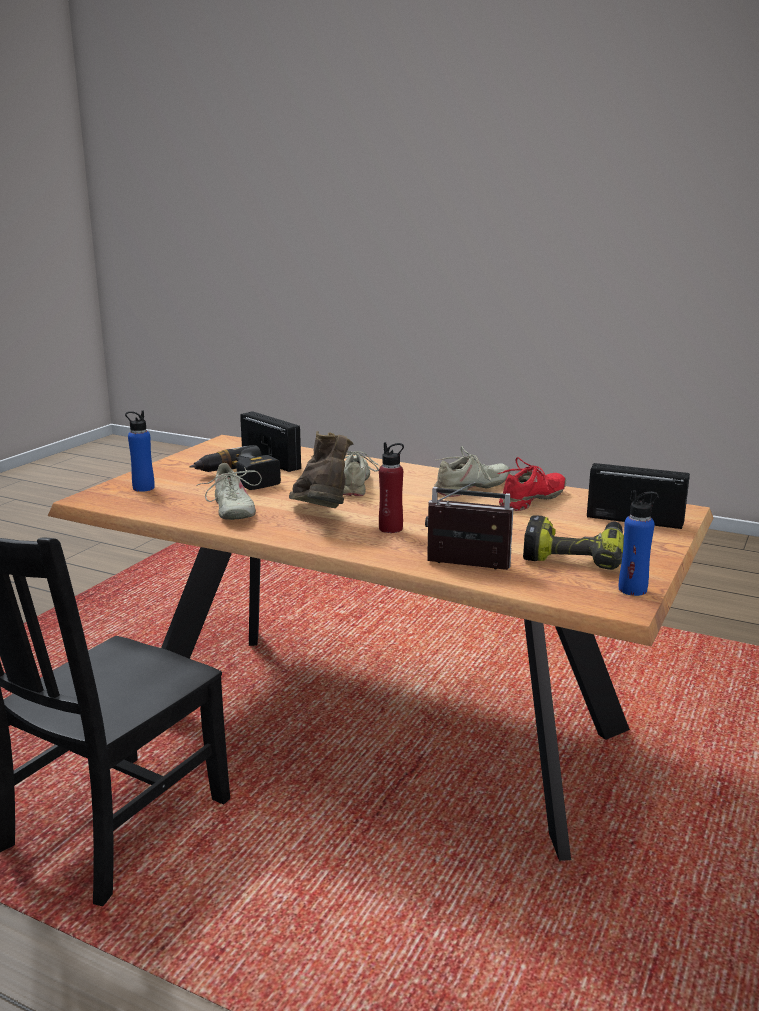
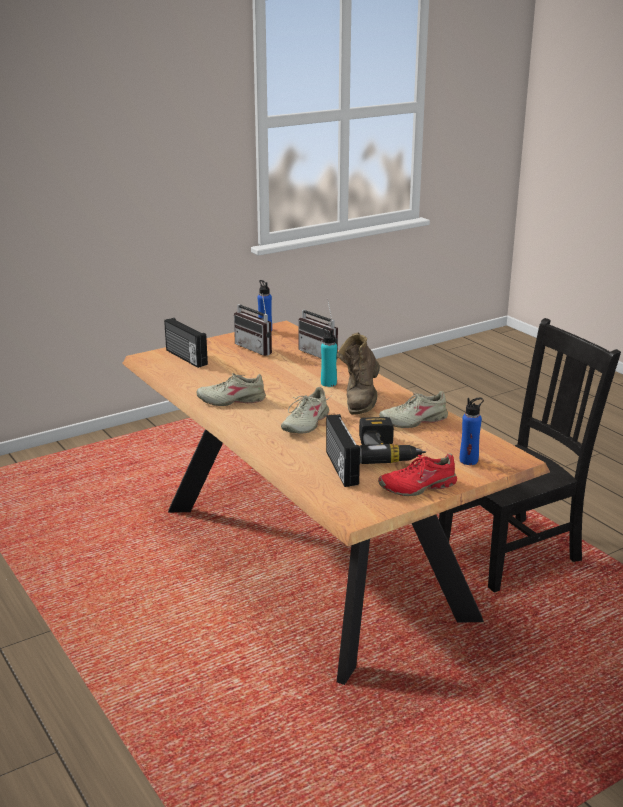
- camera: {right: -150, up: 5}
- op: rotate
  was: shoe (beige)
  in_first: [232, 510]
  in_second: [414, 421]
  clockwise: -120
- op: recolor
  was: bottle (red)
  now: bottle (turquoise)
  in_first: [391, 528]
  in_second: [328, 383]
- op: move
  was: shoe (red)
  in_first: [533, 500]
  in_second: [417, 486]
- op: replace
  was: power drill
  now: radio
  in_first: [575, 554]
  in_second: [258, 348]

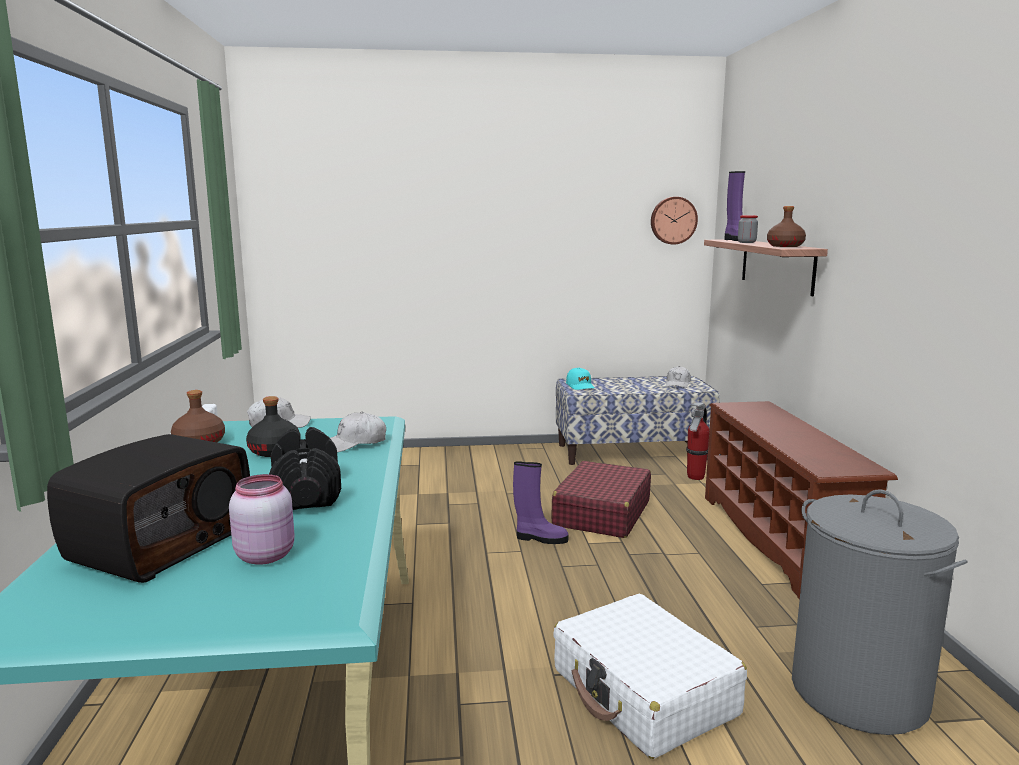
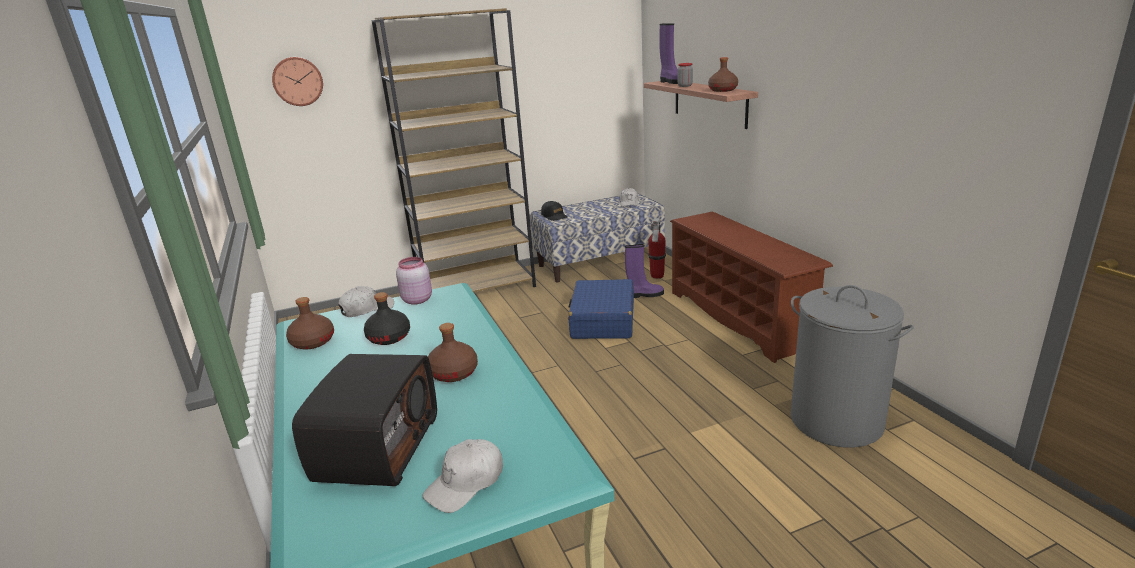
- camera: {right: -15, up: 10}
- op: move
  was: jar (pink)
  in_first: [265, 555]
  in_second: [417, 300]
- op: replace
  was: dumbbell (black)
  now: bottle (brown)
  in_first: [307, 492]
  in_second: [454, 373]
- op: move
  was: cap (white)
  in_first: [355, 443]
  in_second: [466, 484]
- op: move
  was: boot (purple)
  in_first: [540, 538]
  in_second: [644, 295]
- op: recolor
  was: suitcase (red)
  now: suitcase (blue)
  in_first: [601, 513]
  in_second: [603, 321]
- op: delete
  was: suitcase (white)
  in_first: [644, 692]
- op: recolor
  was: cap (turquoise)
  now: cap (black)
  in_first: [580, 386]
  in_second: [554, 216]
- op: move
  was: wall clock
  in_first: [673, 220]
  in_second: [297, 81]
- op: insert
  now: bookcase (brown)
  in_second: [477, 288]

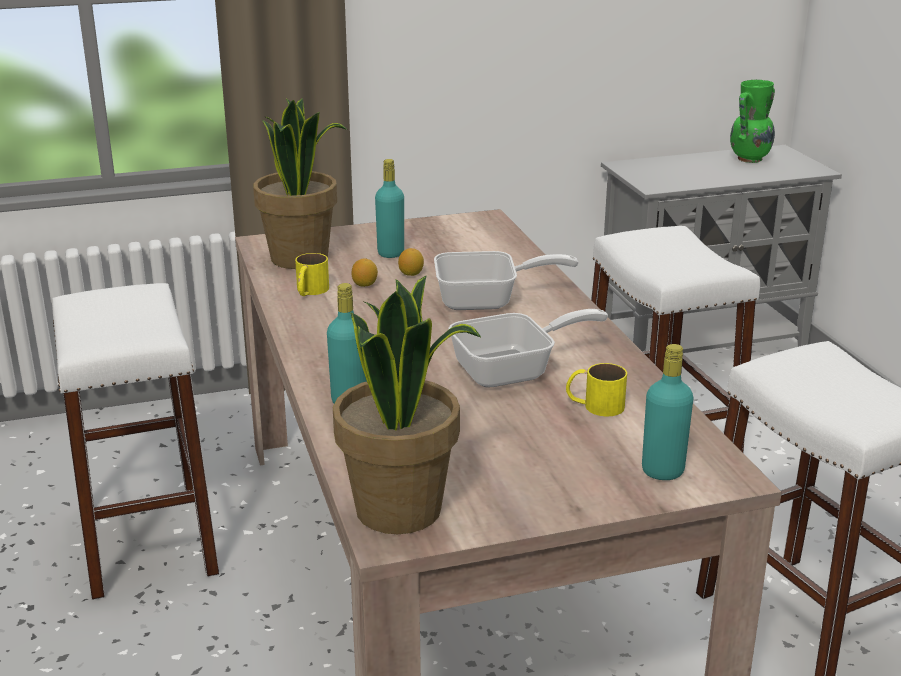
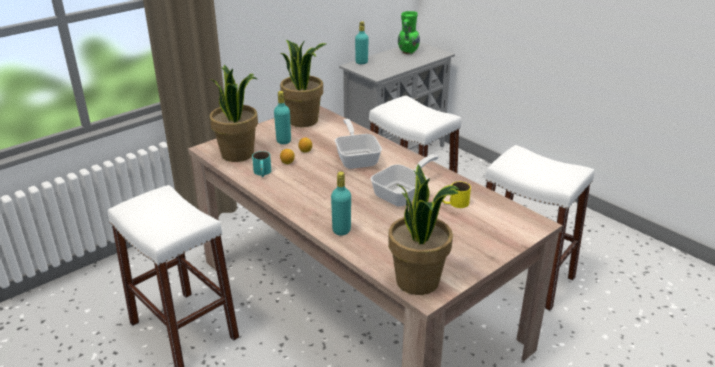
- camera: {right: -25, up: 5}
- op: recolor
  was: mug (yellow)
  now: mug (turquoise)
  in_first: [310, 291]
  in_second: [262, 173]
- op: rotate
  was: frying pan
  in_first: [487, 301]
  in_second: [357, 158]
  clockwise: -75
- op: move
  was: bottle (turquoise)
  in_first: [662, 471]
  in_second: [361, 62]
- op: insert
  now: potted plant
  in_second: [304, 120]

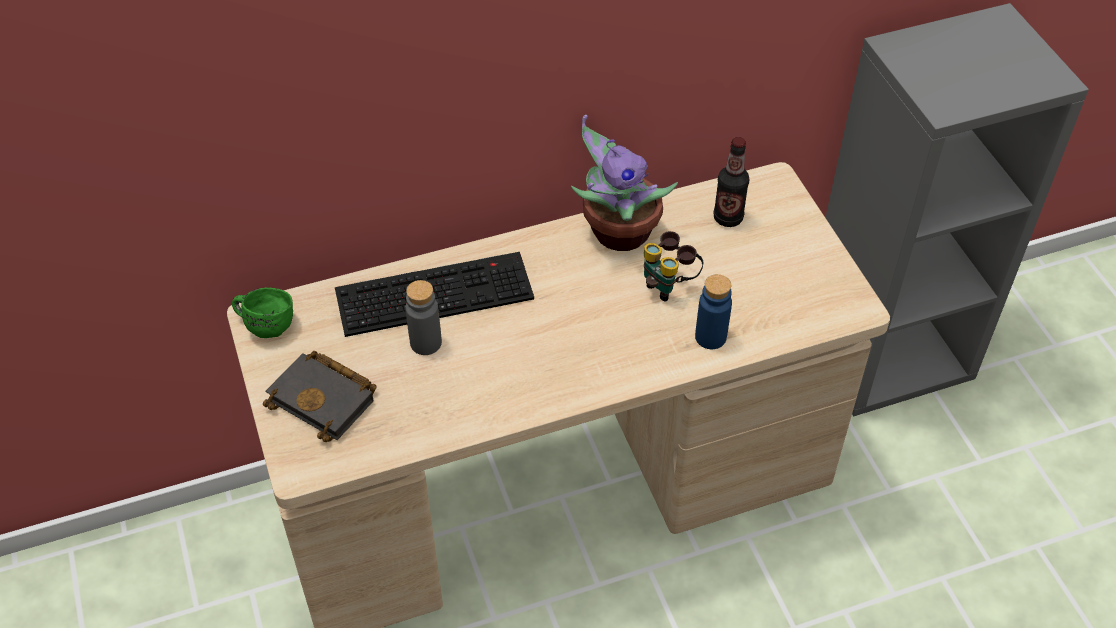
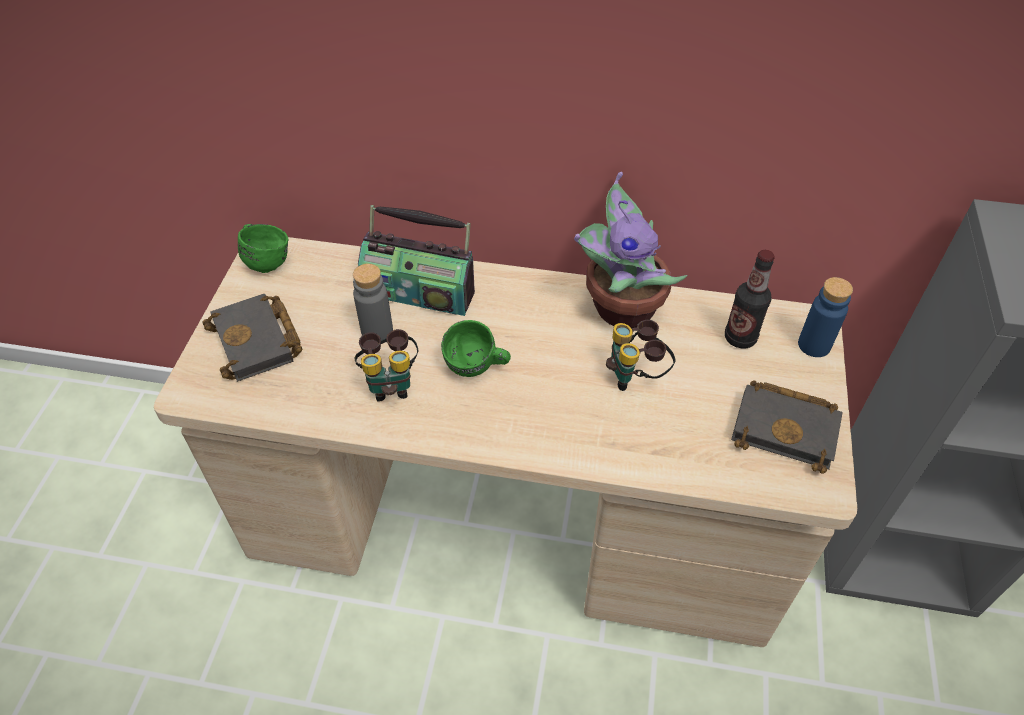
- camera: {right: 30, up: 0}
- op: replace
  was: keyboard
  now: radio
  in_first: [436, 292]
  in_second: [420, 292]
- op: move
  was: bottle (blue)
  in_first: [710, 337]
  in_second: [814, 345]
- op: insert
  now: binoculars
  in_second: [390, 383]
- op: insert
  now: mug (green)
  in_second: [476, 369]
- op: insert
  now: book (black)
  in_second: [787, 429]

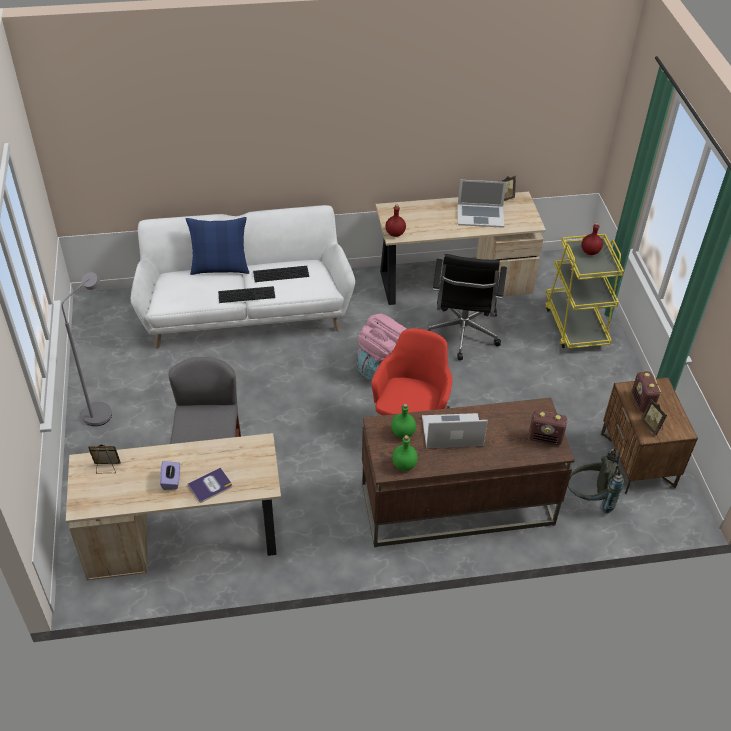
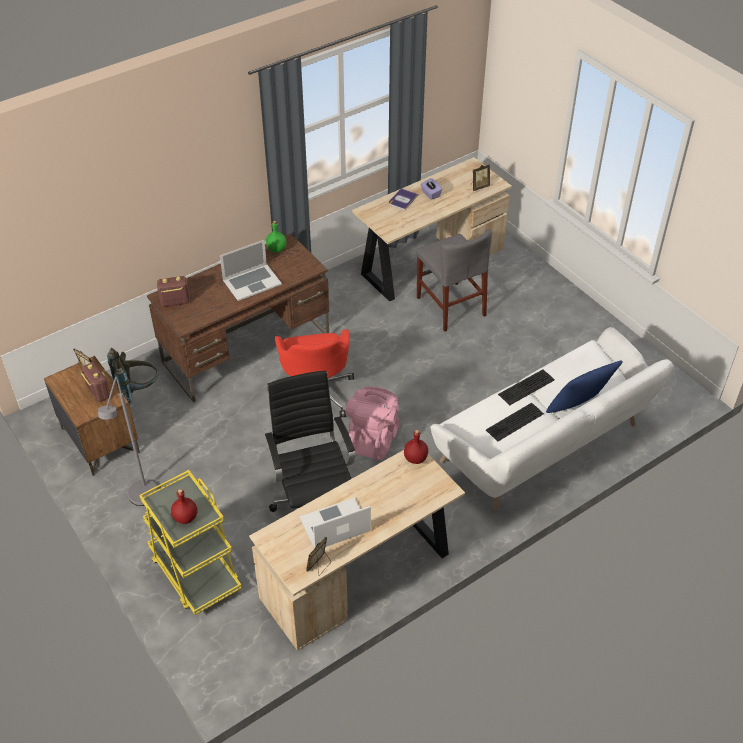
- camera: {right: 155, up: 0}
- op: move
  was: floor lamp (grey)
  in_first: [102, 409]
  in_second: [142, 501]
- op: delete
  was: bottle (green)
  in_first: [403, 433]

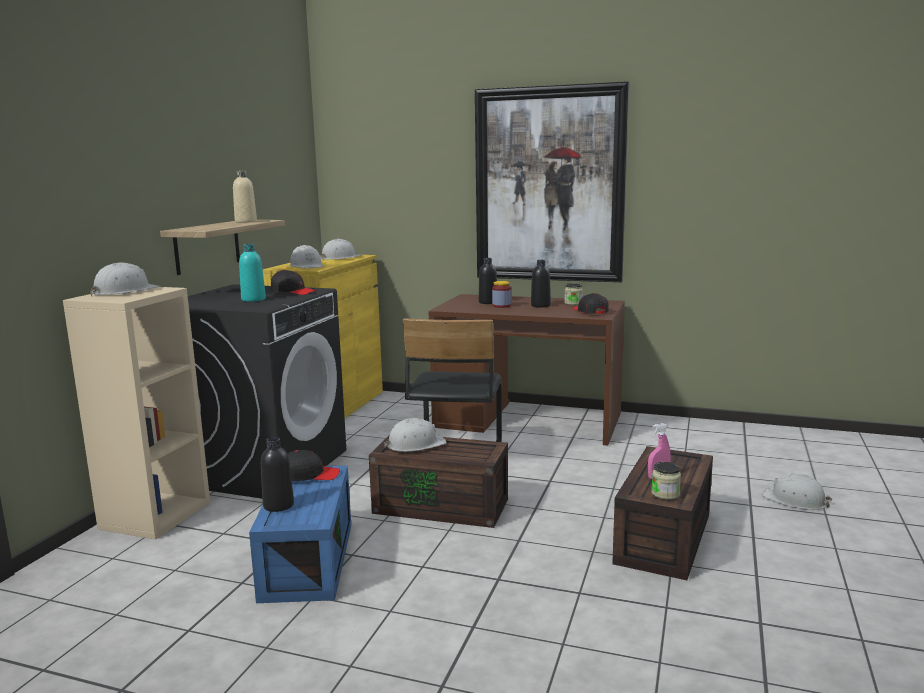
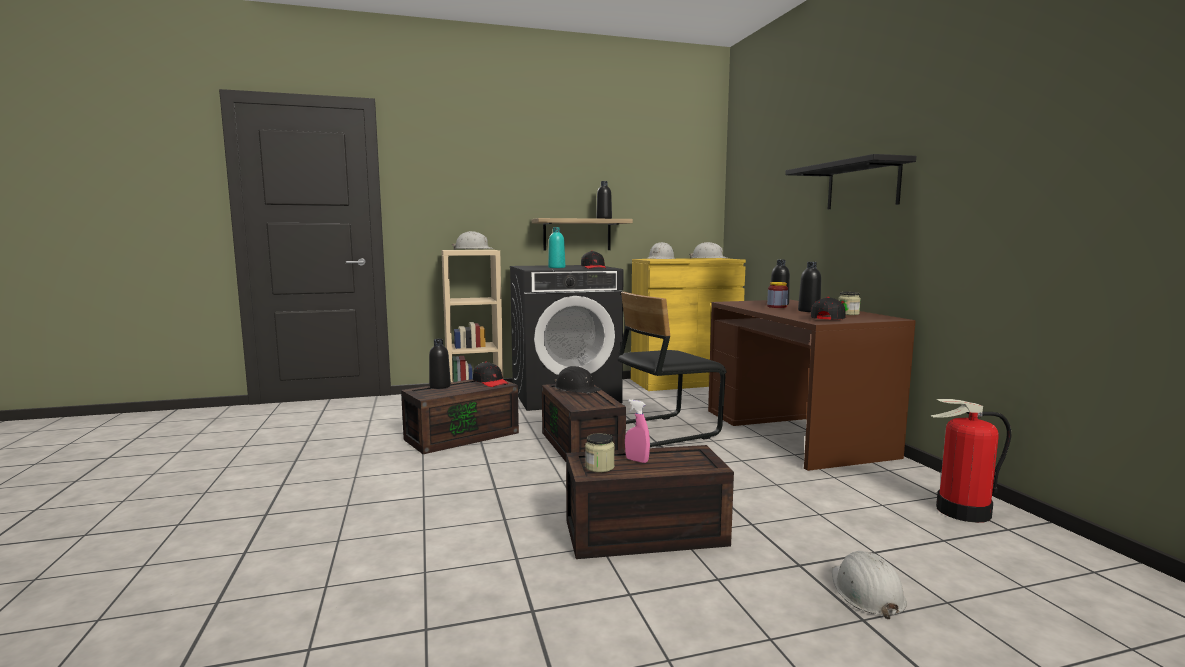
- camera: {right: 55, up: -5}
- op: recolor
  was: bottle (beige)
  now: bottle (black)
  in_first: [246, 221]
  in_second: [604, 218]
- op: recolor
  was: storage box (blue)
  now: storage box (brown)
  in_first: [306, 559]
  in_second: [462, 435]
- op: recolor
  was: hard hat (white)
  now: hard hat (black)
  in_first: [415, 444]
  in_second: [576, 389]
- op: replace
  was: picture
  now: shelf (black)
  in_first: [549, 185]
  in_second: [862, 185]
- op: insert
  now: fire extinguisher
  in_second: [963, 512]

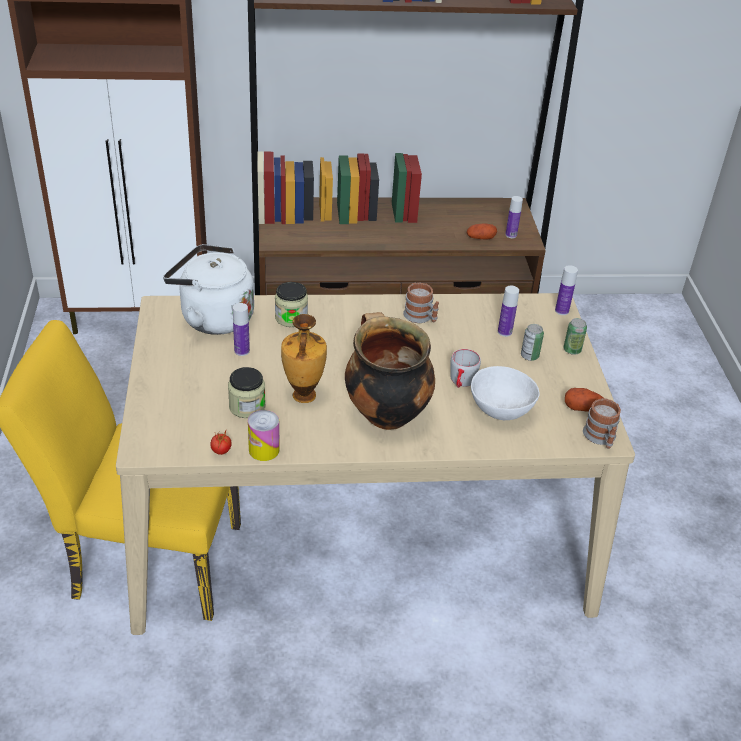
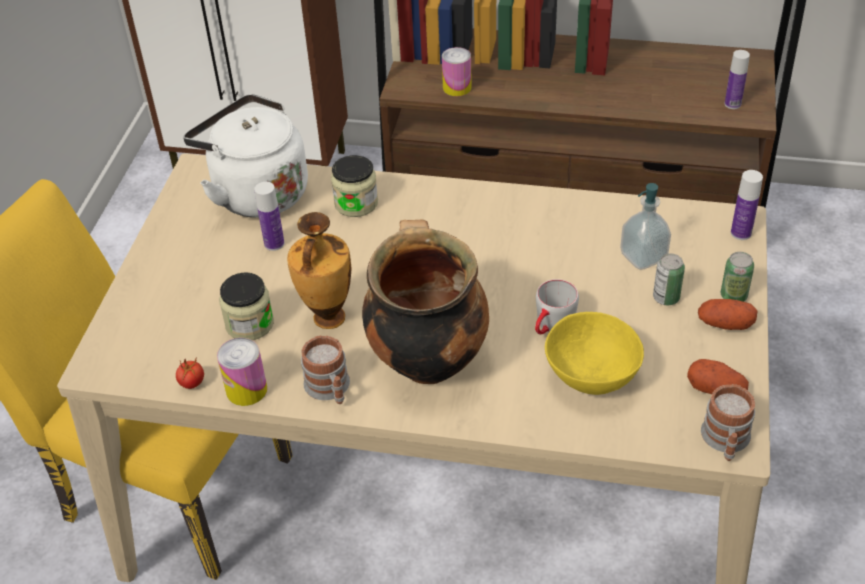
- camera: {right: 20, up: 5}
- op: move
  was: mug
  in_first: [421, 317]
  in_second: [330, 389]
- op: move
  was: potato
  in_first: [480, 238]
  in_second: [725, 324]
- op: recolor
  was: bowl (white)
  now: bowl (yellow)
  in_first: [501, 411]
  in_second: [591, 378]
- op: replace
  was: bottle
  now: soap dispenser
  in_first: [504, 332]
  in_second: [643, 256]
- op: insert
  now: can
  in_second: [457, 87]

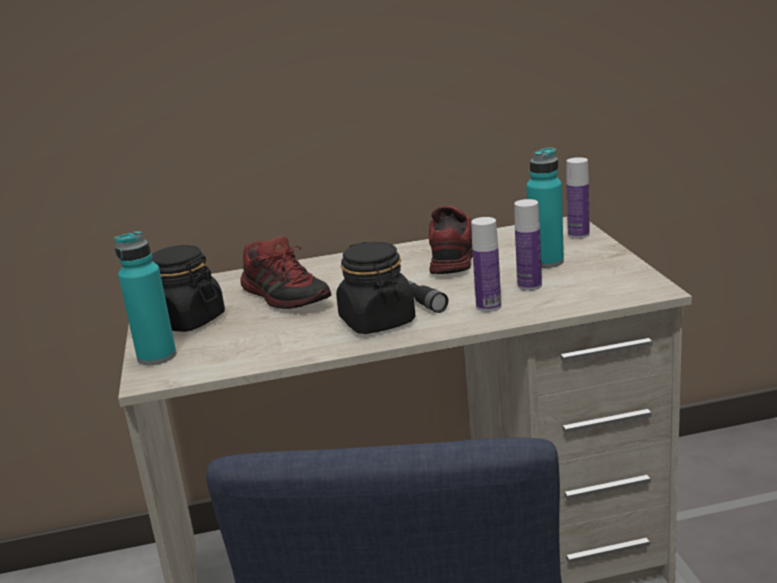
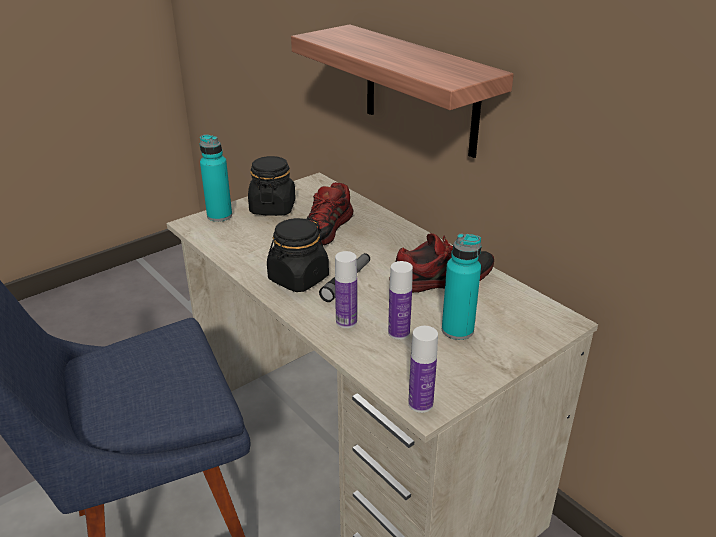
- camera: {right: 60, up: 10}
- op: move
  was: bottle
  in_first: [578, 235]
  in_second: [420, 404]
- op: insert
  now: shelf
  in_second: [420, 91]

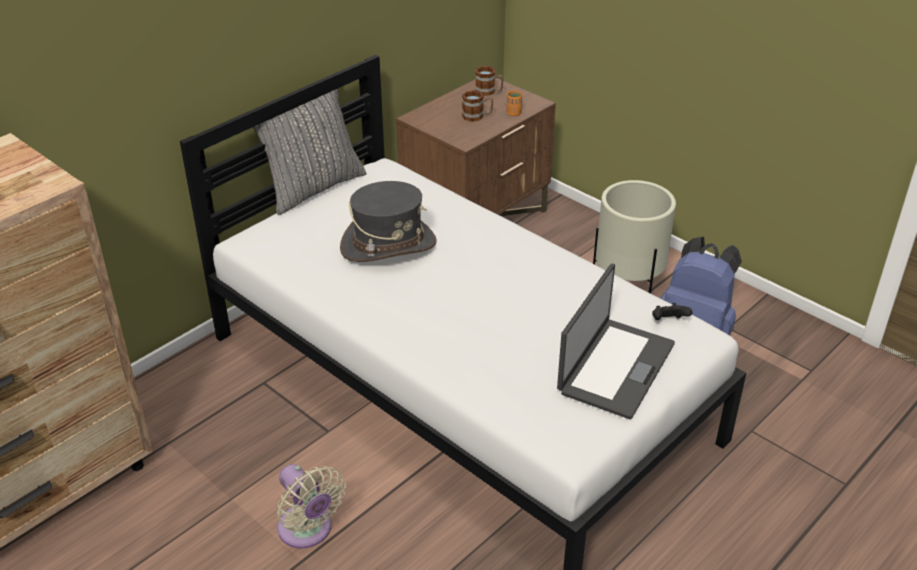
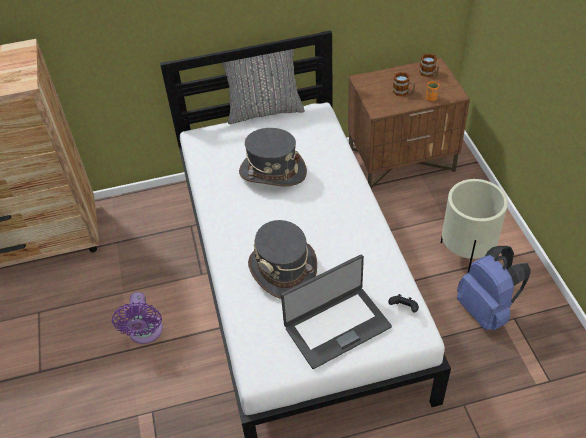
- camera: {right: 35, up: 10}
- op: recolor
  was: fan (beige)
  now: fan (purple)
  in_first: [308, 531]
  in_second: [145, 333]
- op: insert
  now: hat (grey)
  in_second: [283, 270]

